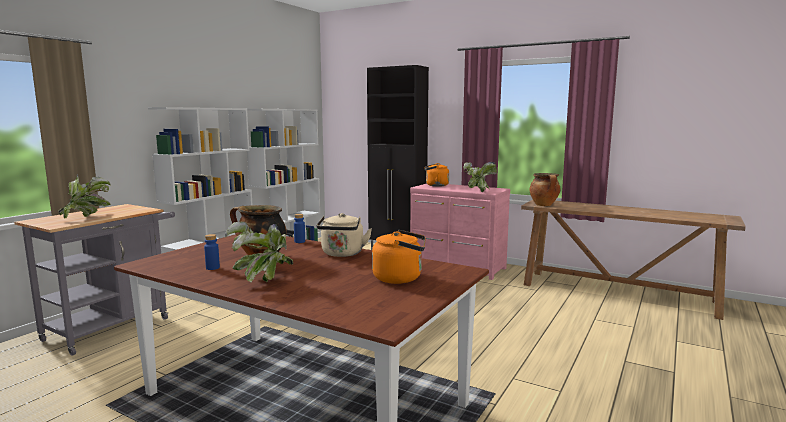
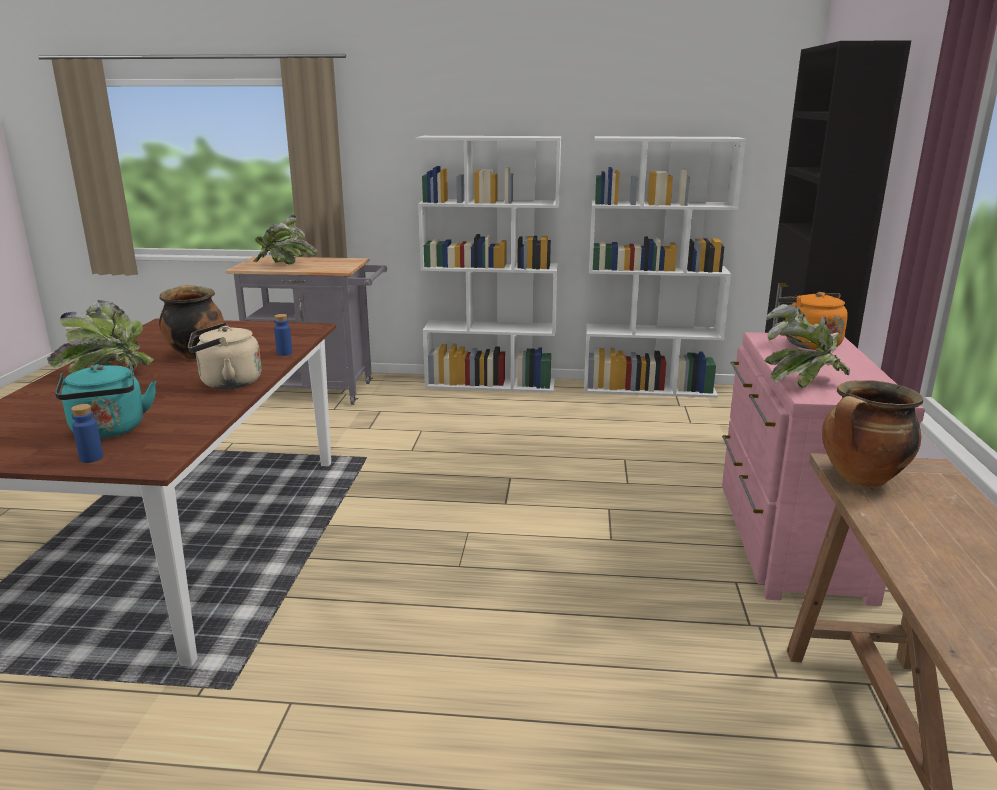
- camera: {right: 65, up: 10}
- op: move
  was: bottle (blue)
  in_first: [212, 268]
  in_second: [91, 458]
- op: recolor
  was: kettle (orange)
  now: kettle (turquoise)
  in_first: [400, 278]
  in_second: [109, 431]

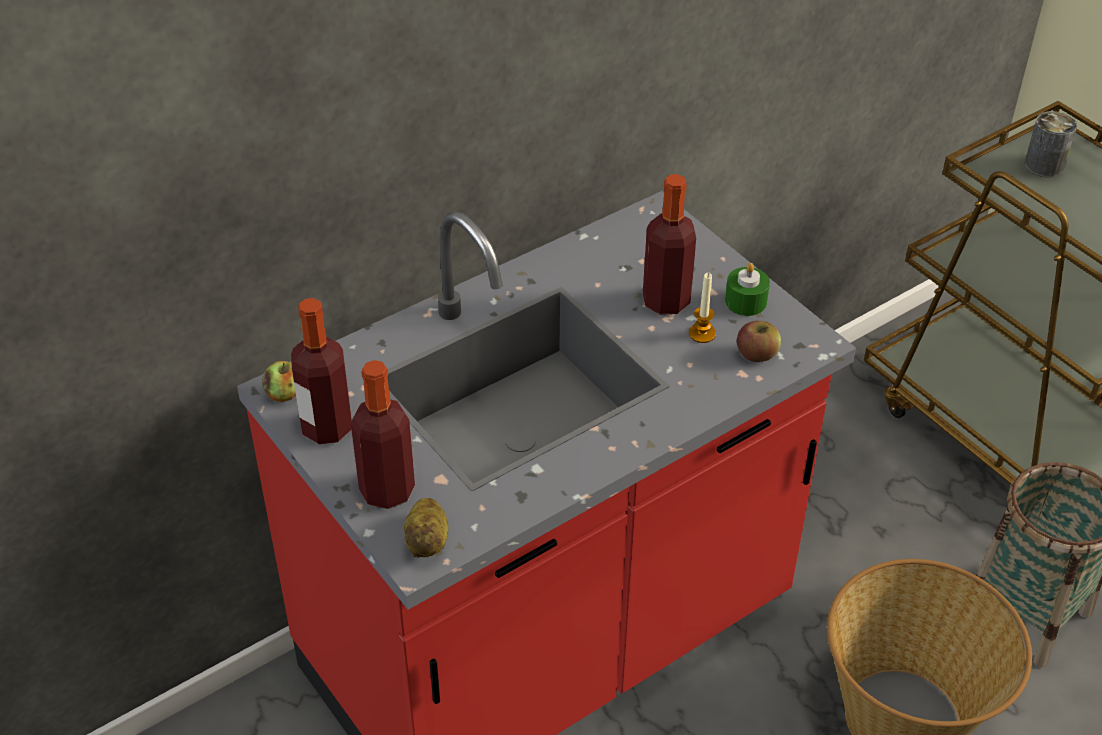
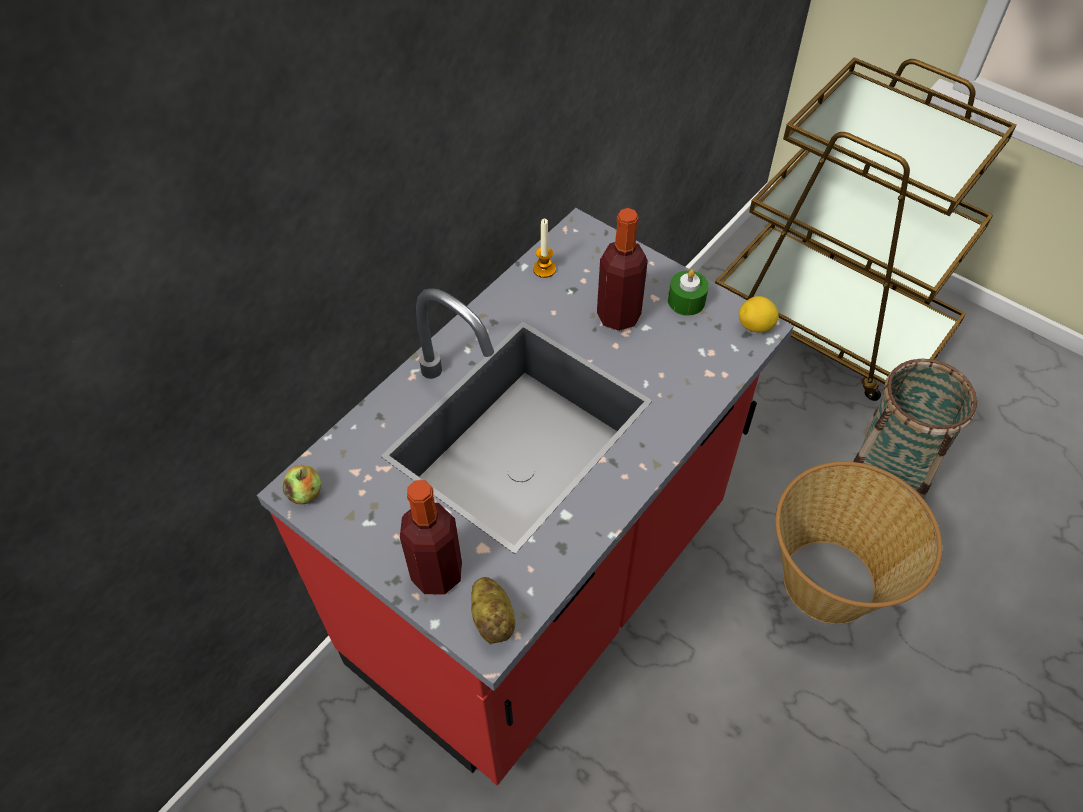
- camera: {right: -15, up: 10}
- op: delete
  was: bottle
  in_first: [327, 427]
- op: move
  was: candle
  in_first: [702, 334]
  in_second: [544, 269]
- op: delete
  was: apple
  in_first: [757, 354]
- op: delete
  was: can
  in_first: [1044, 165]
- op: insert
  now: lemon
  in_second: [755, 326]

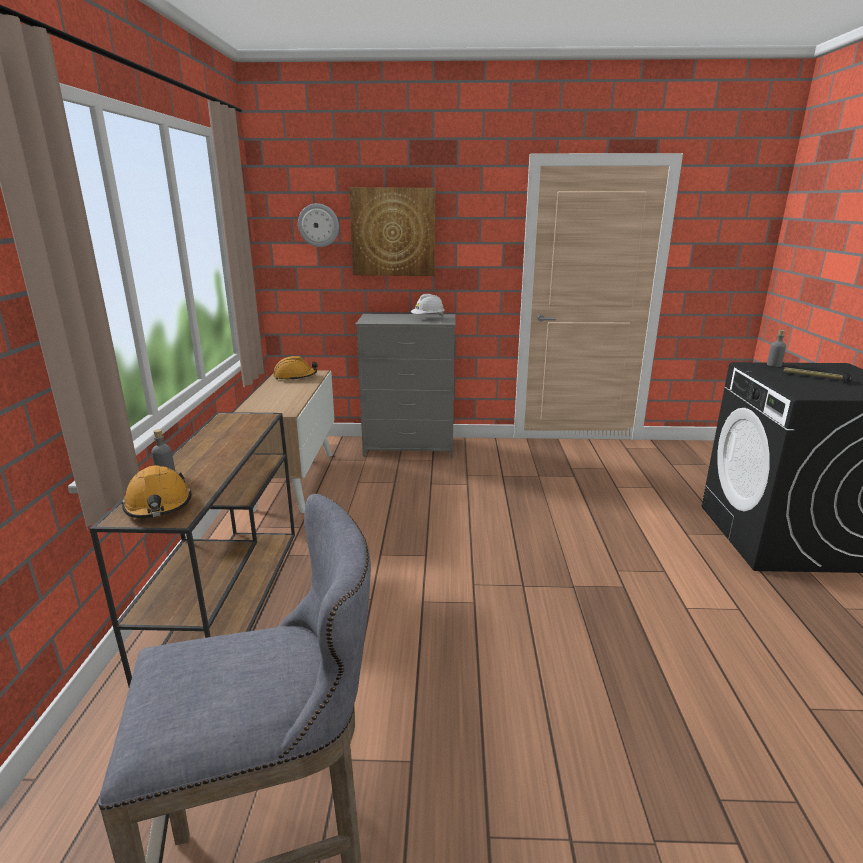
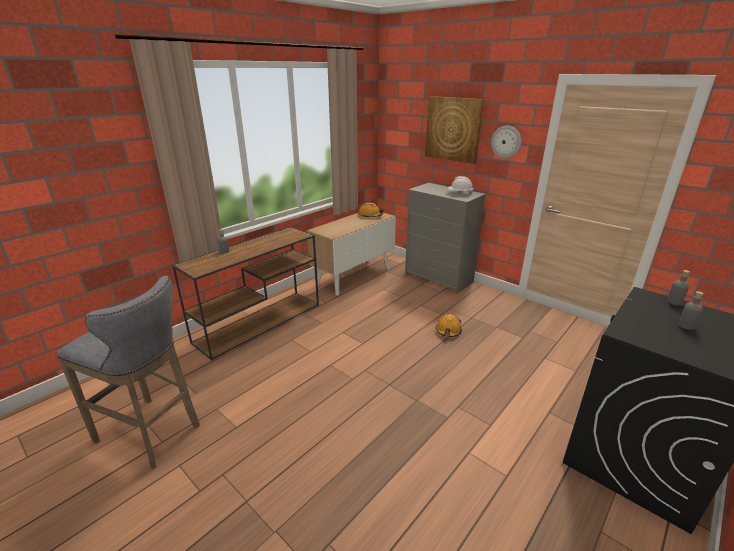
- camera: {right: 40, up: 5}
- op: move
  was: hard hat (orange)
  in_first: [158, 505]
  in_second: [448, 330]
- op: move
  was: wall clock
  in_first: [318, 225]
  in_second: [506, 142]
- op: replace
  was: hammer
  now: bottle (grey)
  in_first: [815, 377]
  in_second: [686, 326]

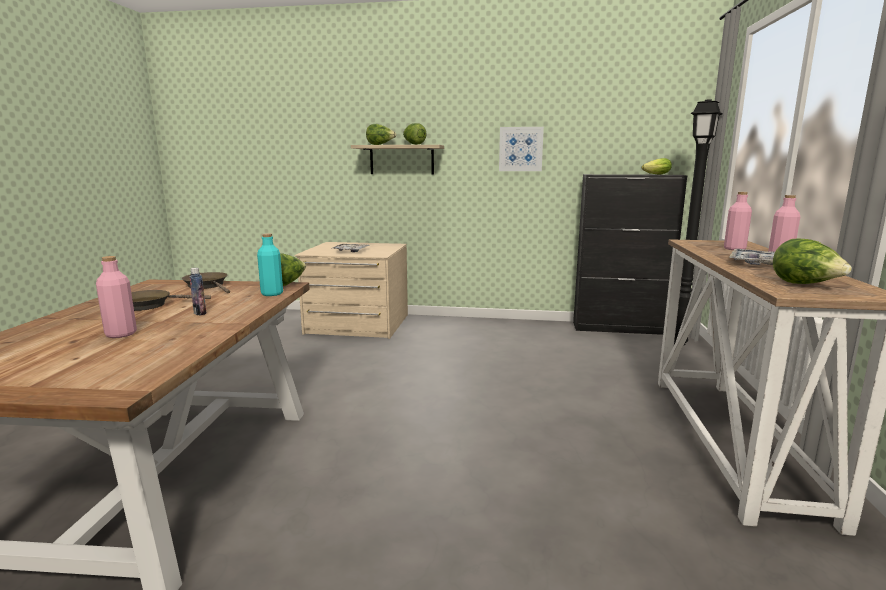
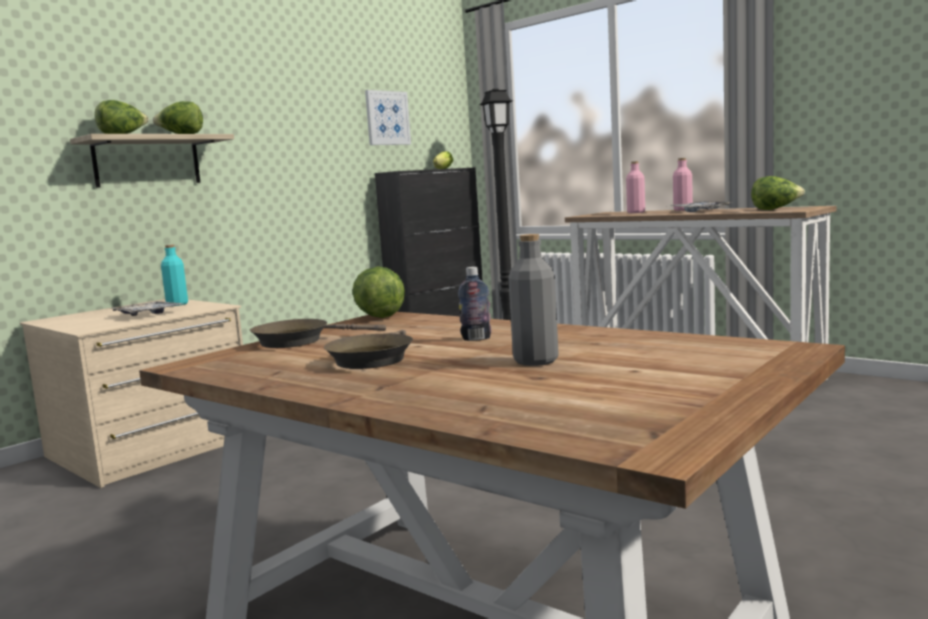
- camera: {right: -55, up: -5}
- op: recolor
  was: bottle (pink)
  now: bottle (grey)
  in_first: [121, 334]
  in_second: [535, 361]
- op: move
  was: bottle (turquoise)
  in_first: [272, 294]
  in_second: [177, 304]
- op: move
  was: picture
  in_first: [520, 149]
  in_second: [387, 118]

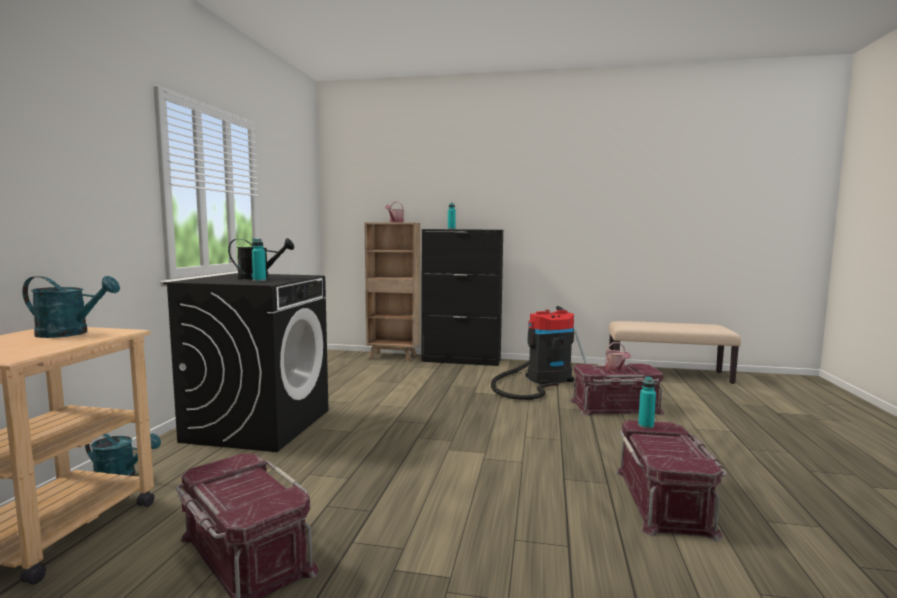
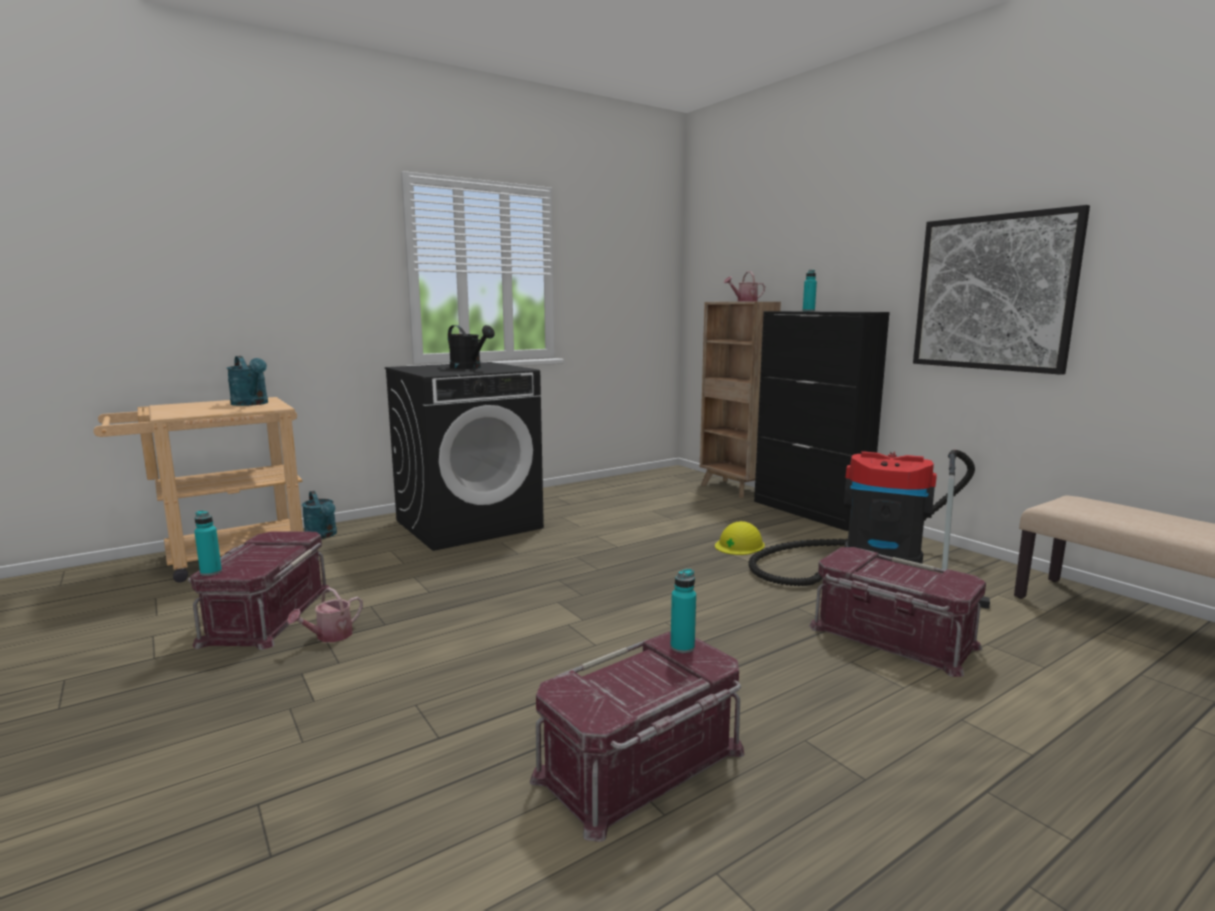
- camera: {right: 45, up: 5}
- op: move
  was: bottle (turquoise)
  in_first: [259, 280]
  in_second: [211, 572]
- op: move
  was: watering can
  in_first: [616, 370]
  in_second: [330, 636]
- op: insert
  now: hard hat (yellow)
  in_second: [739, 545]
- op: insert
  now: picture
  in_second: [993, 293]

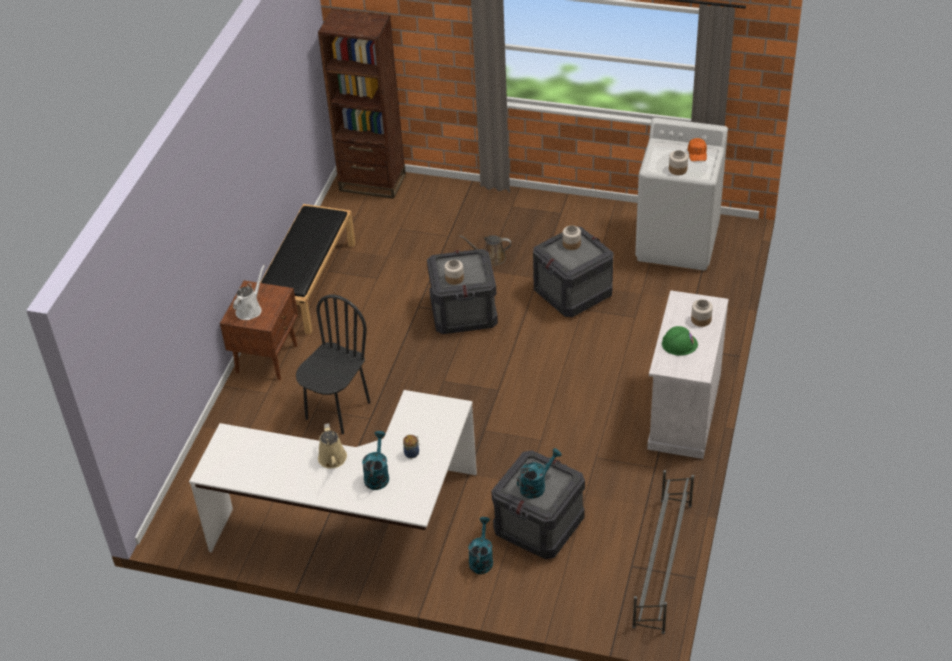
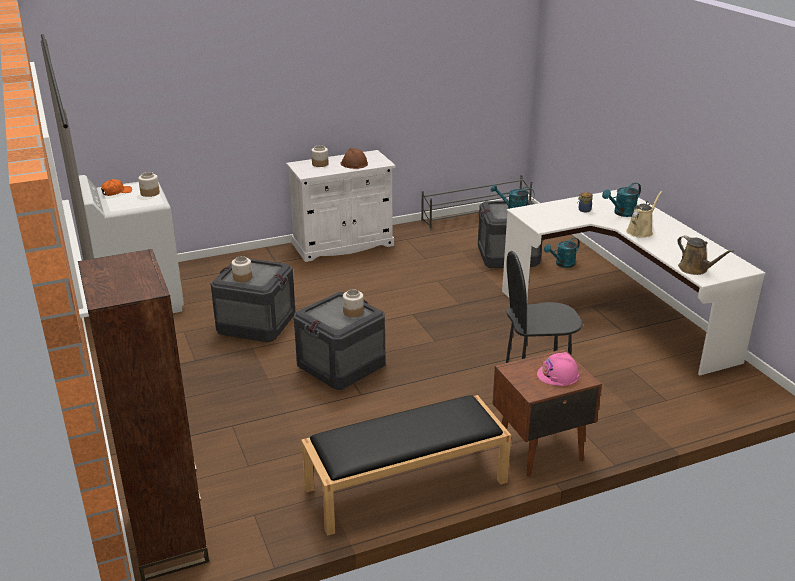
- camera: {right: -130, up: -15}
- op: replace
  was: watering can (white)
  now: hard hat (pink)
  in_first: [250, 309]
  in_second: [558, 375]
- op: move
  was: watering can (brown)
  in_first: [491, 258]
  in_second: [695, 269]
- op: recolor
  was: hard hat (green)
  now: hard hat (brown)
  in_first: [679, 344]
  in_second: [354, 164]

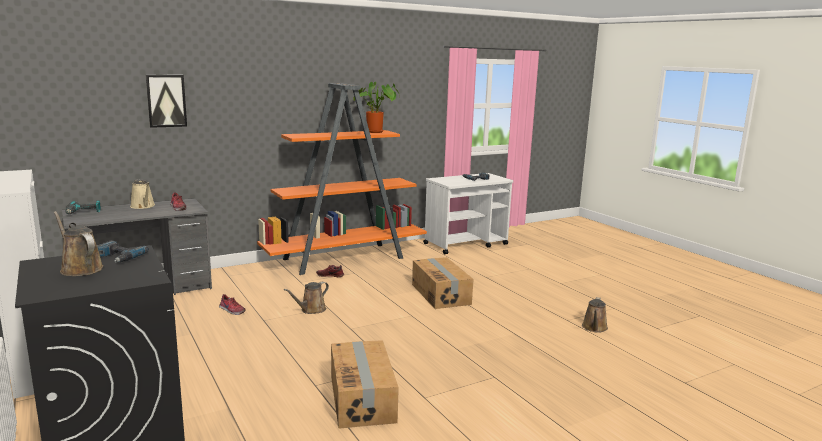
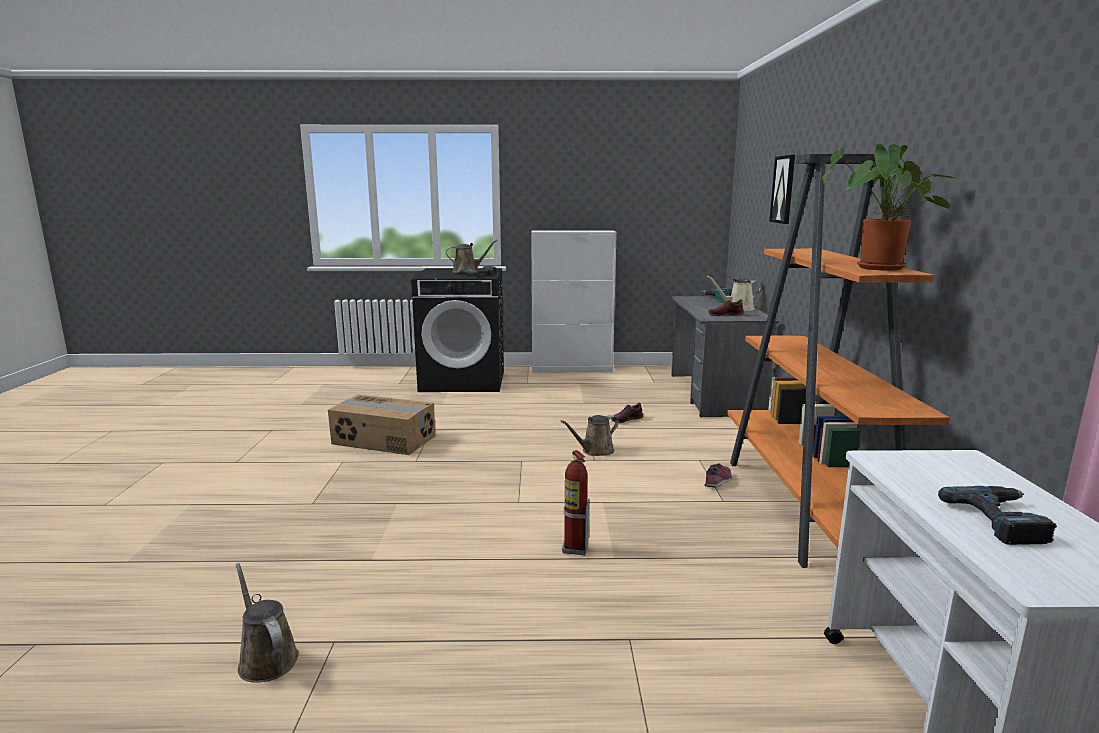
- camera: {right: 120, up: 0}
- op: rotate
  was: watering can (brown)
  in_first: [311, 310]
  in_second: [595, 451]
  clockwise: -105
- op: replace
  was: cardboard box
  now: fire extinguisher
  in_first: [441, 294]
  in_second: [575, 549]

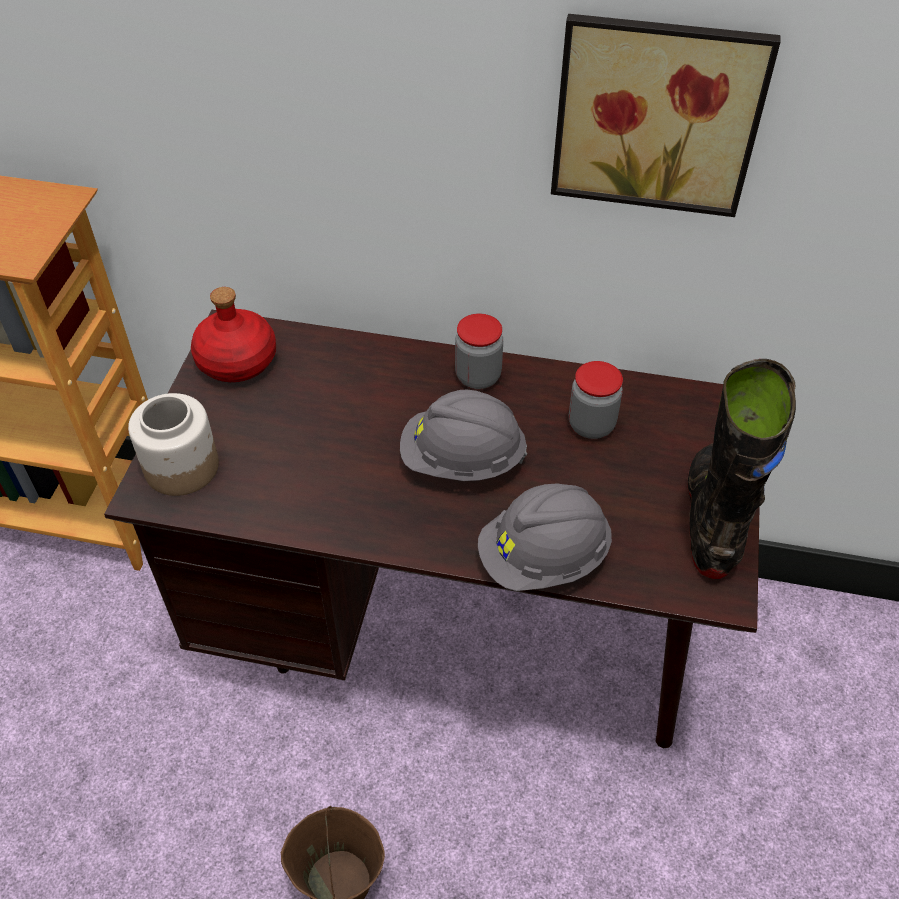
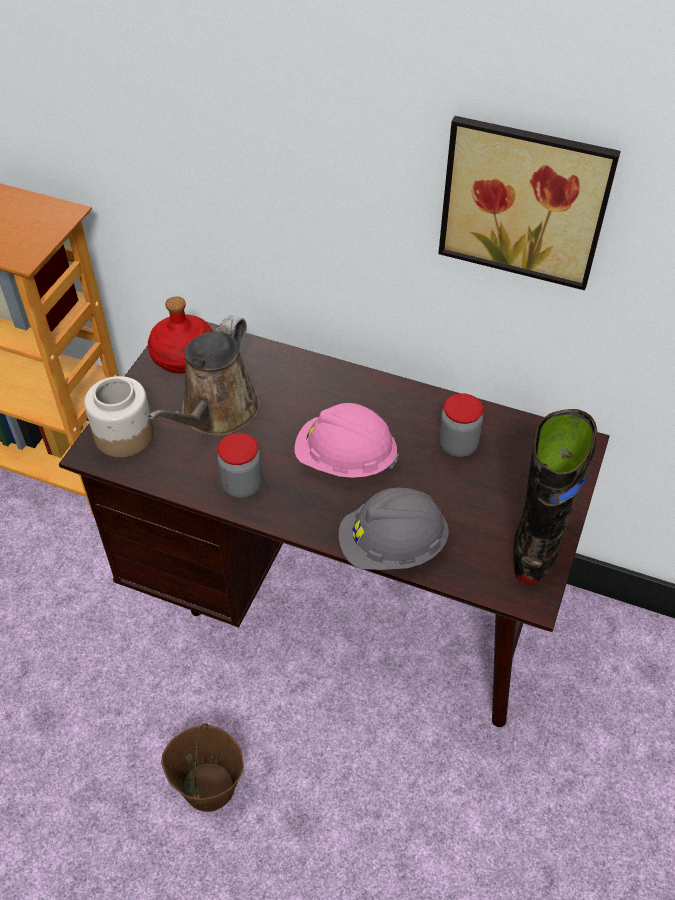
- camera: {right: 10, up: 0}
- op: recolor
  was: hard hat (grey)
  now: hard hat (pink)
  in_first: [462, 460]
  in_second: [345, 460]
- op: move
  was: jar
  in_first: [478, 376]
  in_second: [242, 485]
- op: insert
  now: watering can (brown)
  in_second: [216, 414]

